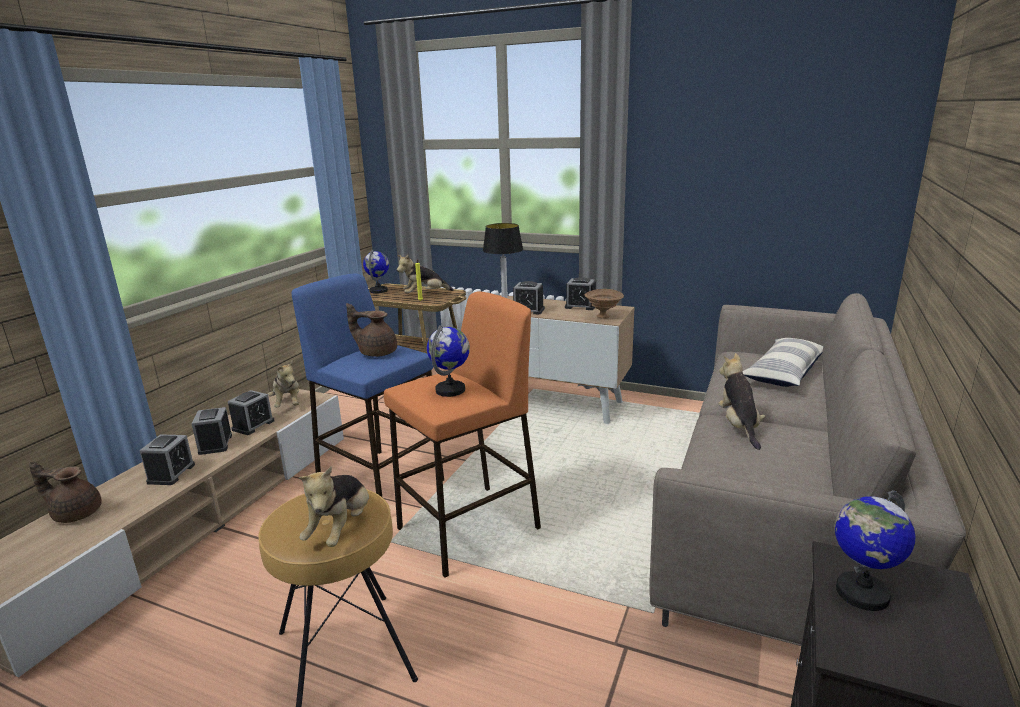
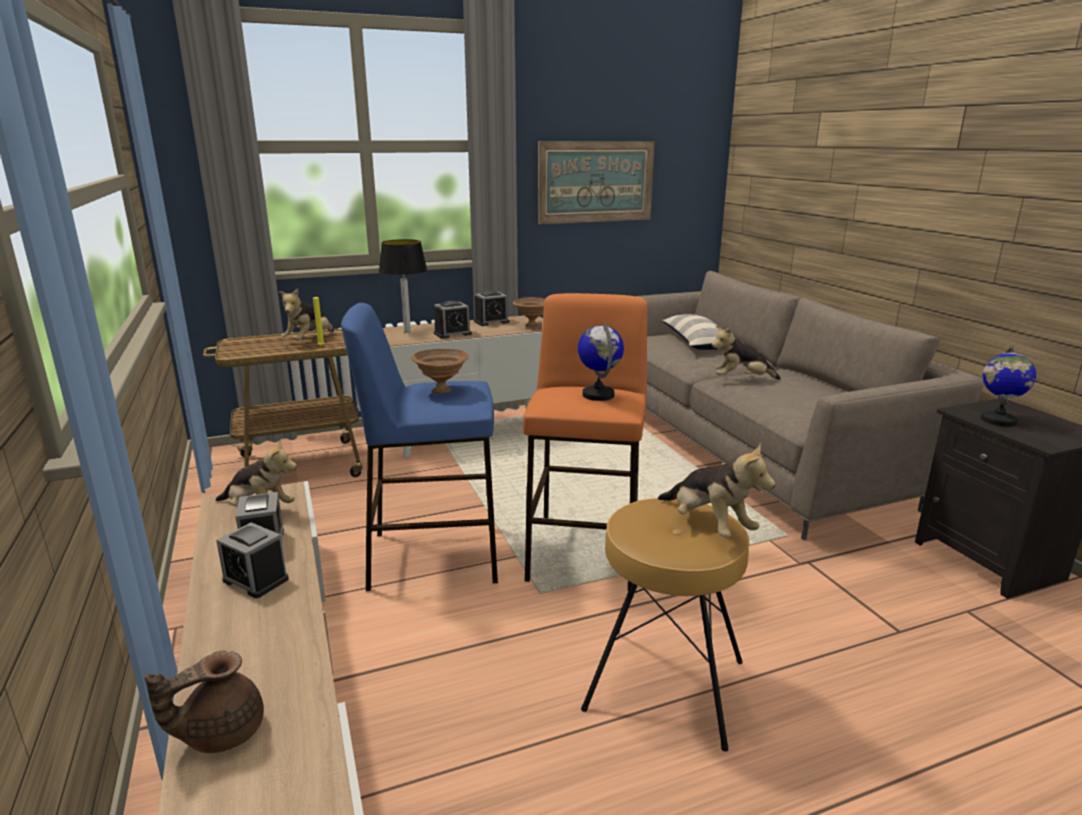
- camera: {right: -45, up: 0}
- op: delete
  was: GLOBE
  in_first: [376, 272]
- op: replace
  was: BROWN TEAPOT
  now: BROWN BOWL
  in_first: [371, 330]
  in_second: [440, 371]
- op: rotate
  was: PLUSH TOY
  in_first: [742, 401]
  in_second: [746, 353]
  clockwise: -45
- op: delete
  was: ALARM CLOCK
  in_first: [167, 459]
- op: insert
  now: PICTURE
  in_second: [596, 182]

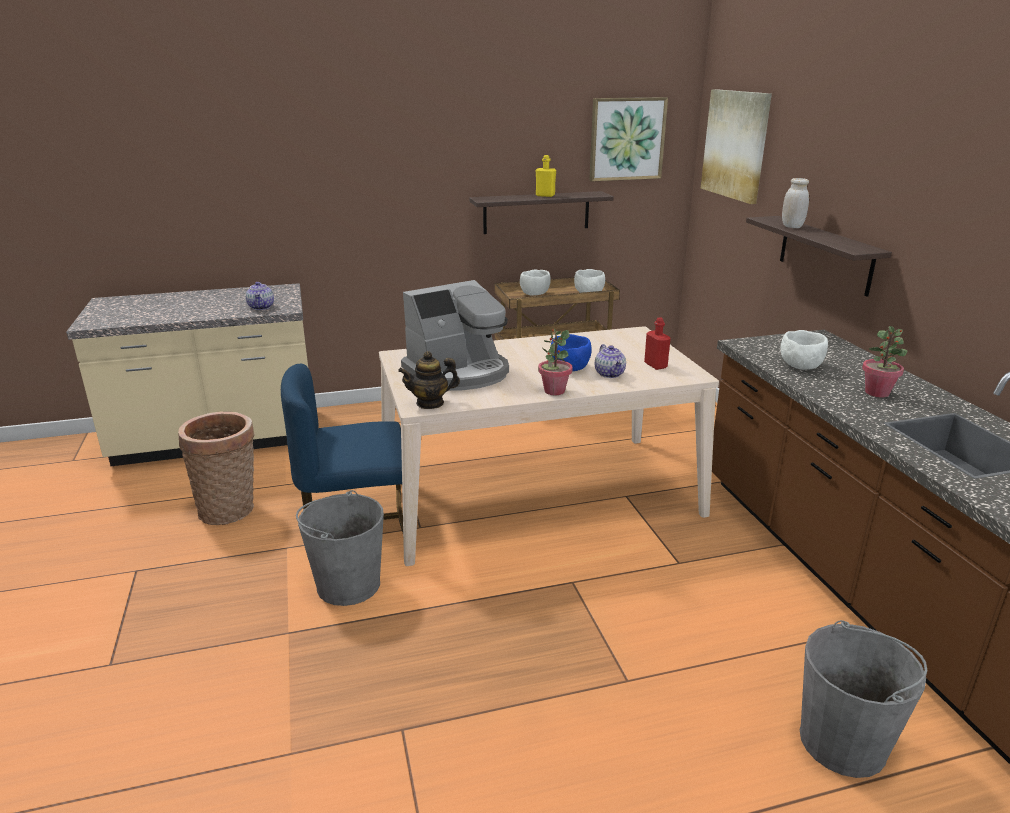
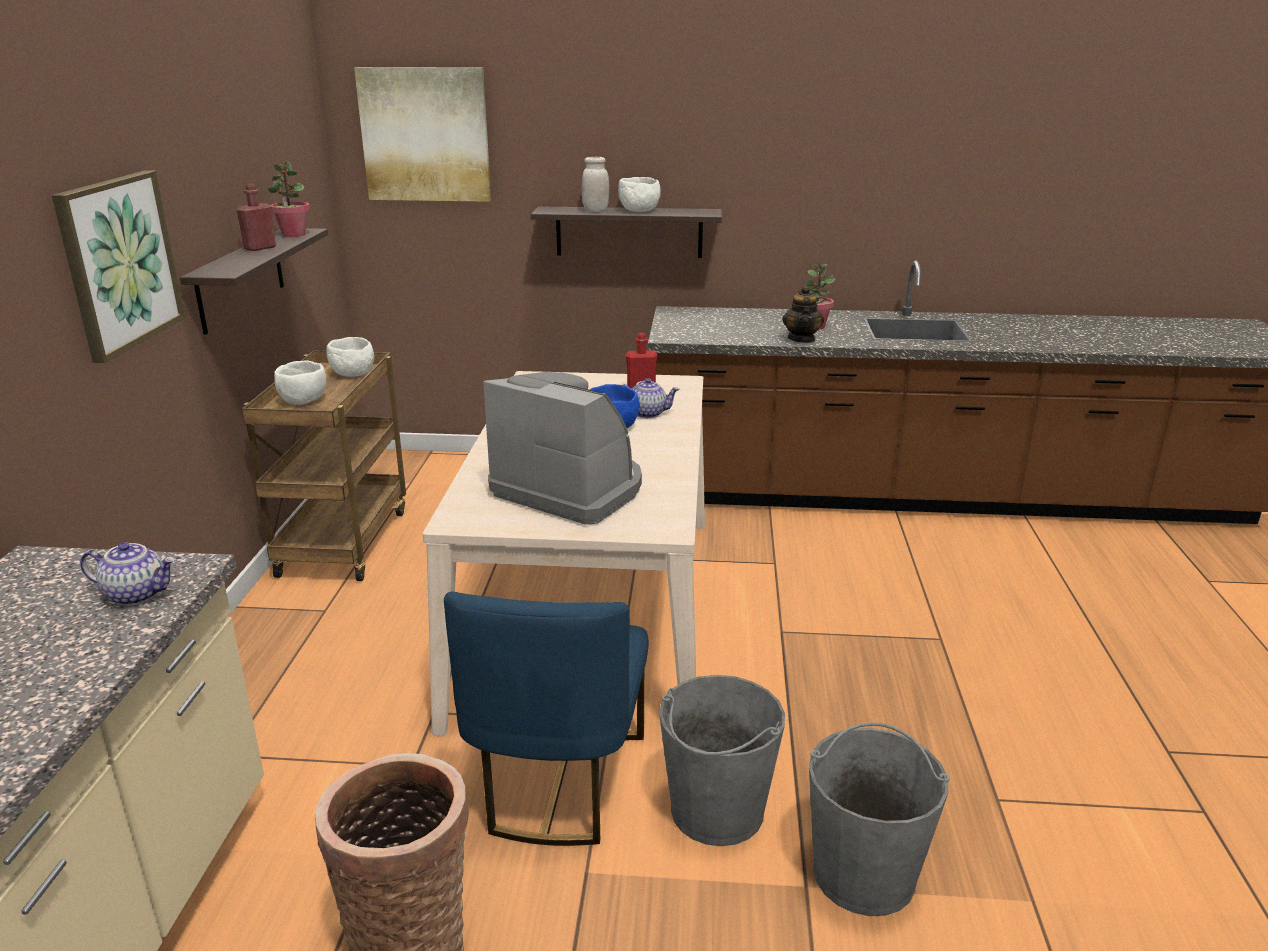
- camera: {right: -70, up: 0}
- op: move
  was: PICTURE
  in_first: [628, 139]
  in_second: [118, 266]
- op: recolor
  was: YELLOW BOTTLE
  now: RED BOTTLE
  in_first: [546, 176]
  in_second: [256, 217]
- op: rotate
  was: COFFEE MACHINE
  in_first: [455, 335]
  in_second: [562, 448]
  clockwise: -45
- op: move
  was: POTTED PLANT
  in_first: [555, 362]
  in_second: [289, 199]
- op: move
  was: WHITE BOWL
  in_first: [804, 350]
  in_second: [639, 194]
- op: move
  was: TEAPOT
  in_first: [429, 380]
  in_second: [803, 314]
- op: move
  was: GREY BUCKET
  in_first: [863, 699]
  in_second: [879, 819]

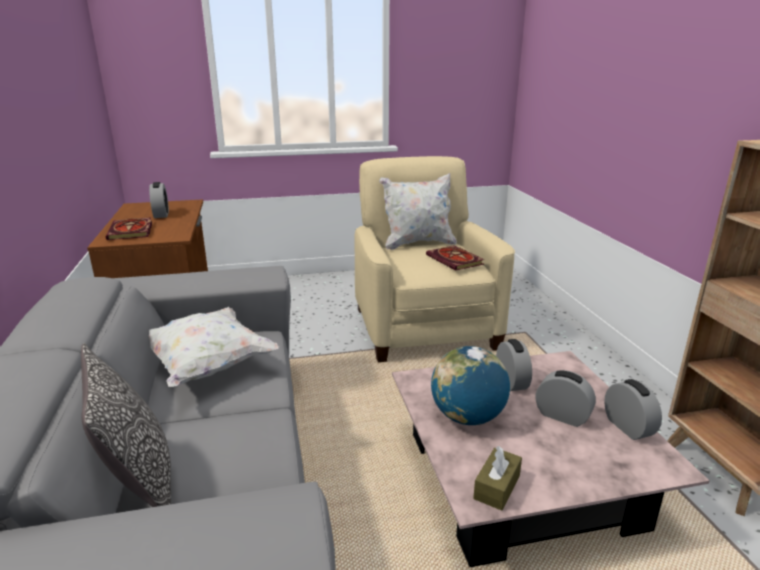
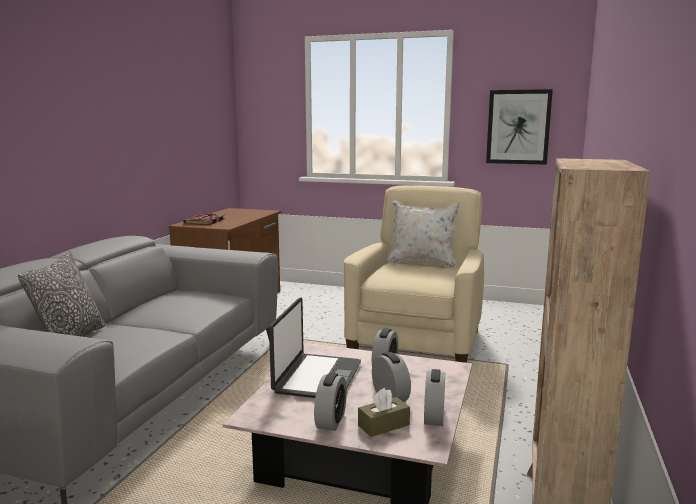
- camera: {right: 30, up: -10}
- op: move
  was: ALARM CLOCK
  in_first: [159, 200]
  in_second: [330, 402]
- op: delete
  was: BOOK
  in_first: [455, 258]
- op: delete
  was: WHITE PILLOW
  in_first: [214, 347]
- op: replace
  was: GLOBE
  now: LAPTOP
  in_first: [470, 385]
  in_second: [315, 348]
- op: move
  was: BROWN TISSUE BOX
  in_first: [497, 478]
  in_second: [384, 412]
- op: insert
  now: PICTURE
  in_second: [519, 127]

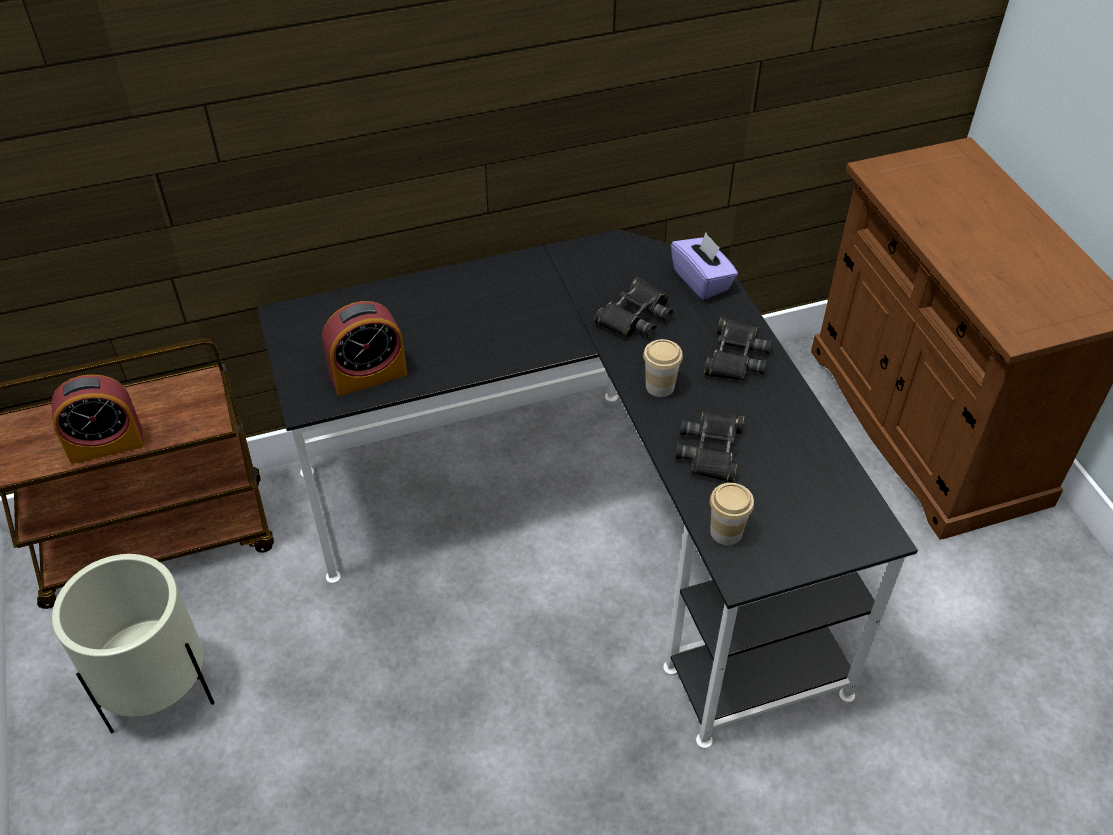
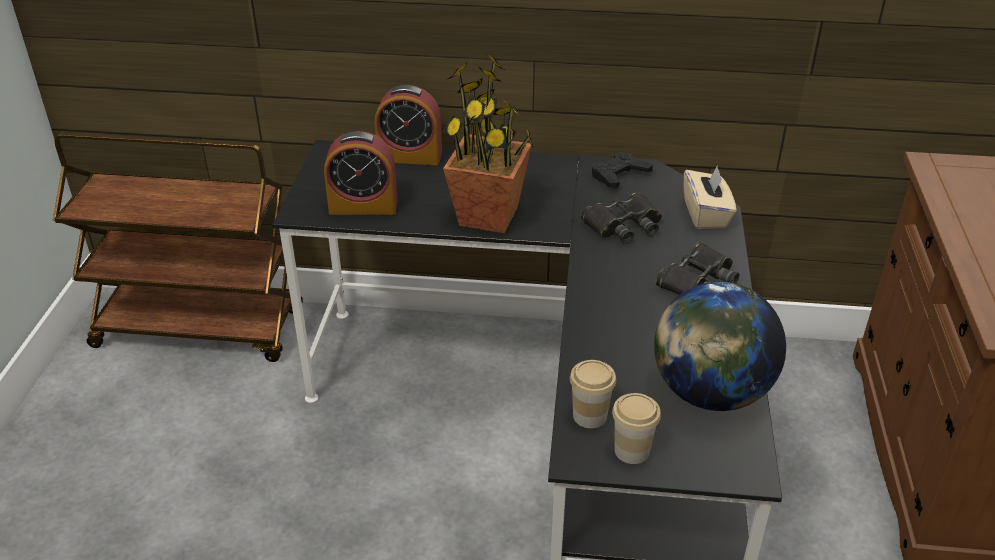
- camera: {right: 25, up: -10}
- op: recolor
  was: PURPLE TISSUE BOX
  now: BEIGE TISSUE BOX
  in_first: [704, 266]
  in_second: [710, 197]
- op: move
  was: CUP
  in_first: [663, 368]
  in_second: [636, 428]
- op: move
  was: ALARM CLOCK
  in_first: [97, 419]
  in_second: [408, 125]
- op: delete
  was: BLACK BINOCULARS
  in_first: [710, 447]
- op: delete
  was: BEIGE PLANTER
  in_first: [133, 643]
- op: insert
  now: POTTED PLANT
  in_second: [488, 142]
- op: insert
  now: BLACK GAME CONTROLLER
  in_second: [622, 170]
- op: insert
  now: GLOBE
  in_second: [720, 346]

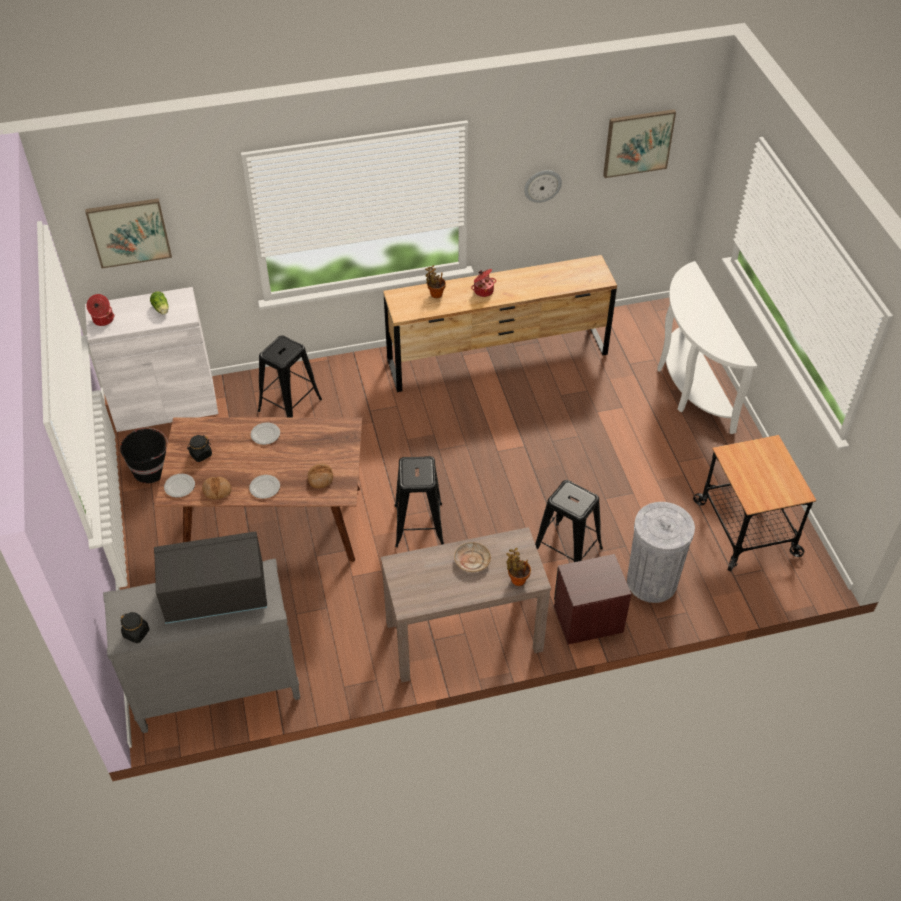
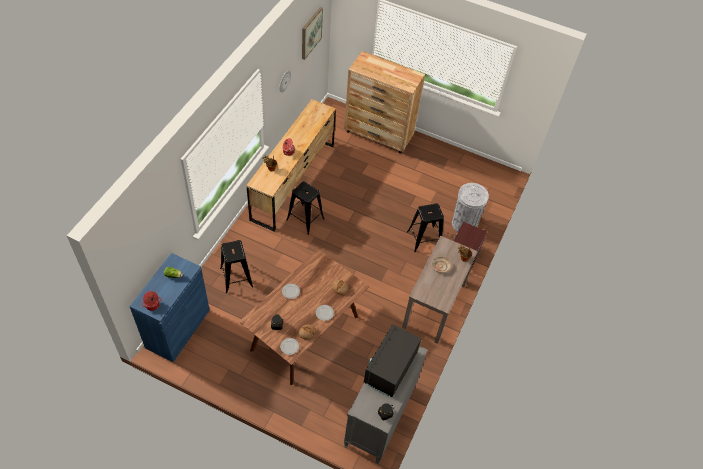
- camera: {right: -55, up: 5}
- op: delete
  was: PICTURE
  in_first: [128, 233]
- op: replace
  was: WHITE CONSOLE TABLE
  now: BROWN DRESSER
  in_first: [707, 347]
  in_second: [384, 102]
- op: recolor
  was: WHITE CABINET
  now: BLUE CABINET
  in_first: [151, 359]
  in_second: [169, 307]
- op: delete
  was: BLACK BUCKET
  in_first: [144, 455]
- op: delete
  was: CART
  in_first: [754, 503]
- op: move
  was: BLACK STOOL
  in_first: [419, 501]
  in_second: [305, 208]

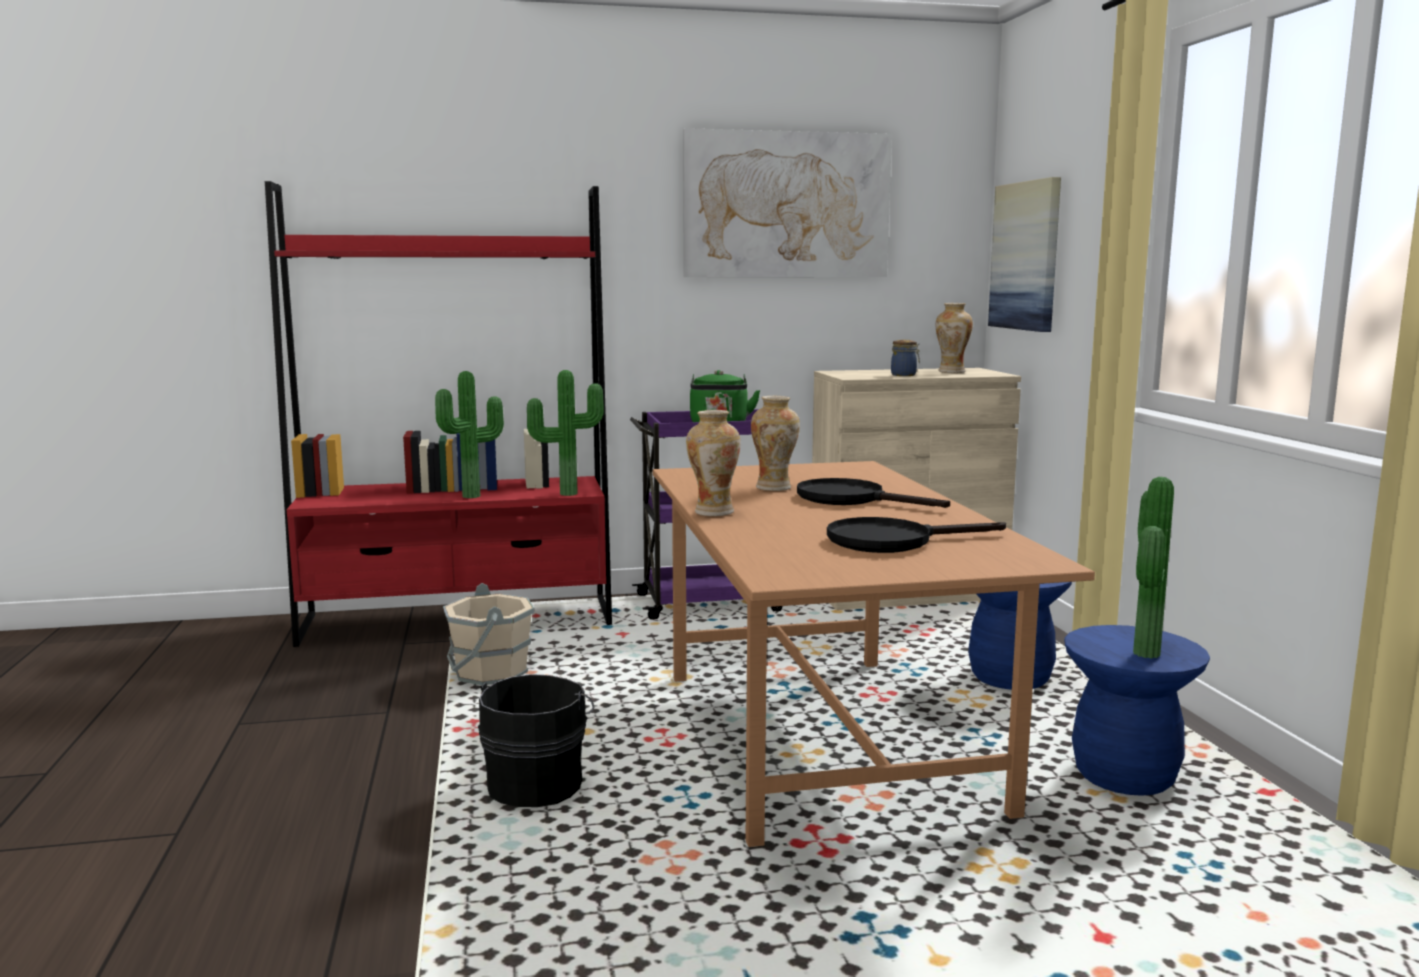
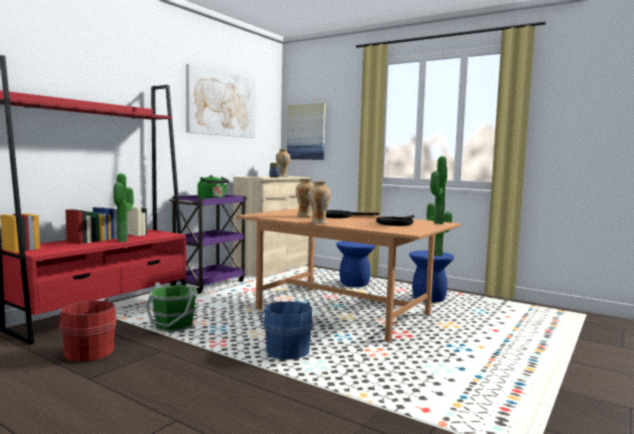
- camera: {right: -45, up: -5}
- op: move
  was: POTTED PLANT
  in_first: [565, 433]
  in_second: [438, 190]
- op: recolor
  was: BEIGE BUCKET
  now: GREEN BUCKET
  in_first: [488, 634]
  in_second: [171, 307]
- op: recolor
  was: BLACK BUCKET
  now: BLUE BUCKET
  in_first: [536, 740]
  in_second: [286, 330]
- op: insert
  now: RED BUCKET
  in_second: [86, 330]

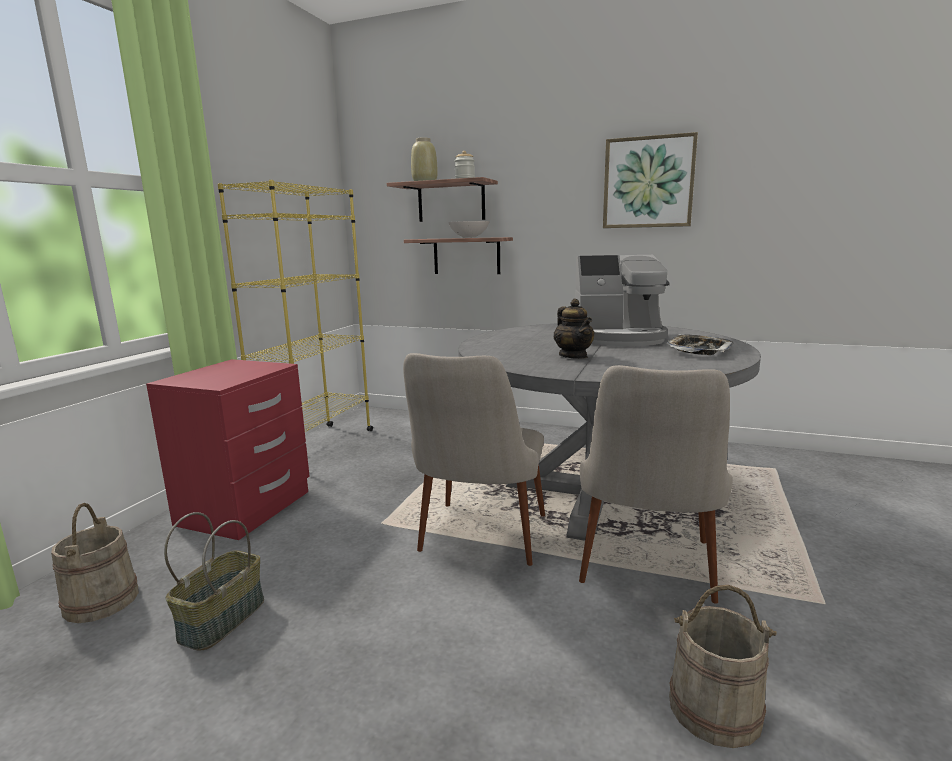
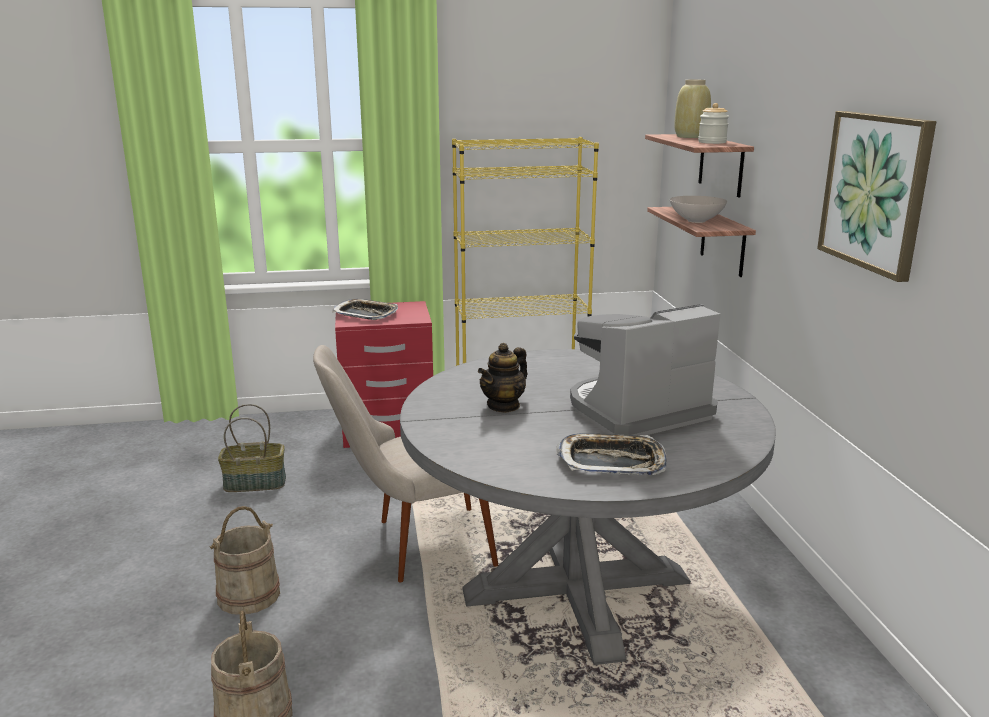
- camera: {right: 60, up: 5}
- op: rotate
  was: COFFEE MACHINE
  in_first: [622, 300]
  in_second: [645, 370]
  clockwise: 90
- op: delete
  was: BEIGE CHAIR
  in_first: [656, 484]
- op: move
  was: BEIGE BUCKET
  in_first: [95, 563]
  in_second: [244, 560]
- op: insert
  now: TRAY
  in_second: [365, 309]

